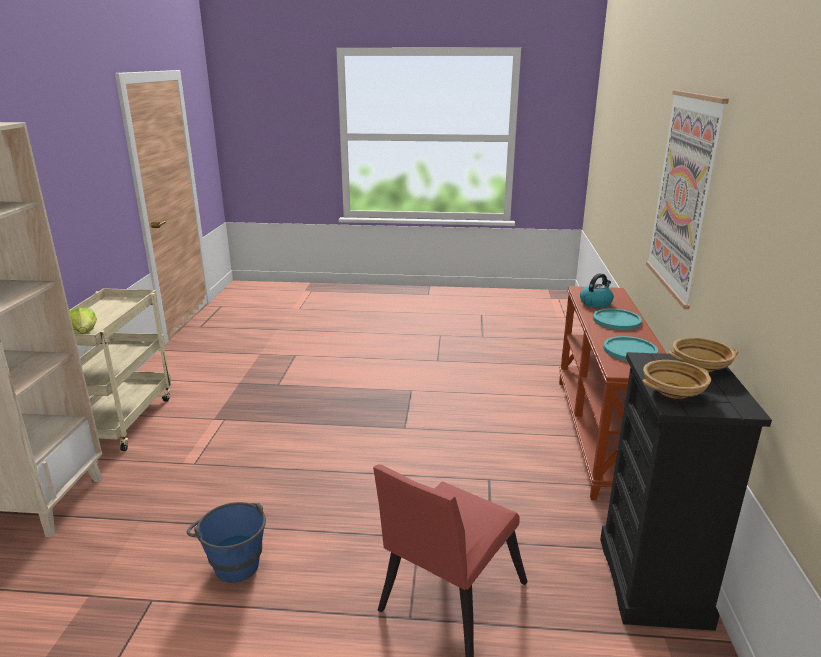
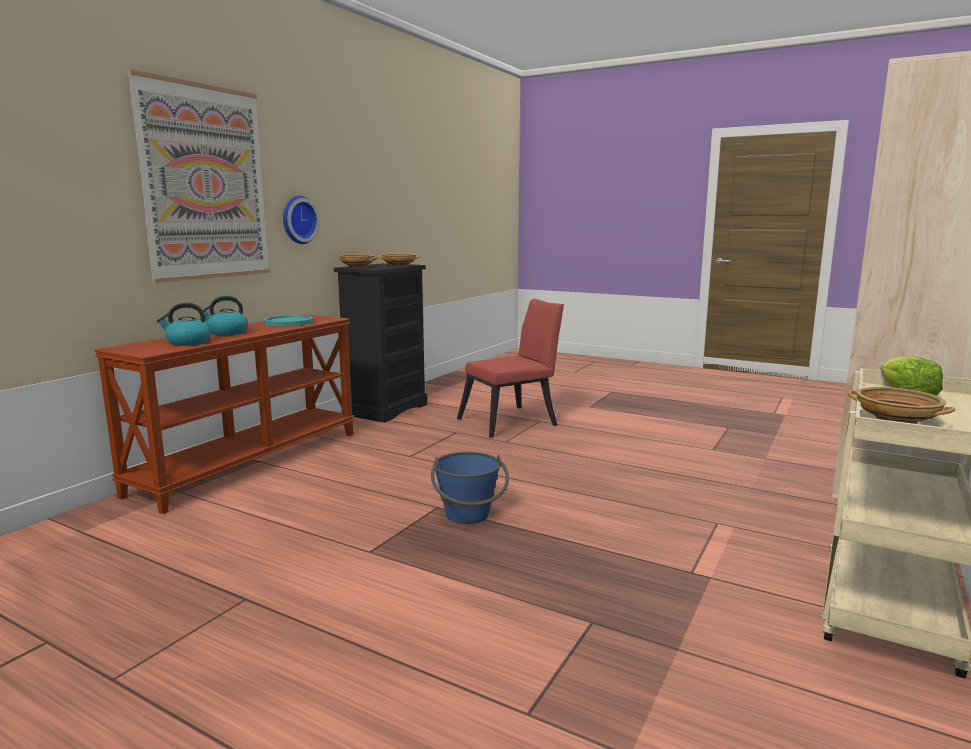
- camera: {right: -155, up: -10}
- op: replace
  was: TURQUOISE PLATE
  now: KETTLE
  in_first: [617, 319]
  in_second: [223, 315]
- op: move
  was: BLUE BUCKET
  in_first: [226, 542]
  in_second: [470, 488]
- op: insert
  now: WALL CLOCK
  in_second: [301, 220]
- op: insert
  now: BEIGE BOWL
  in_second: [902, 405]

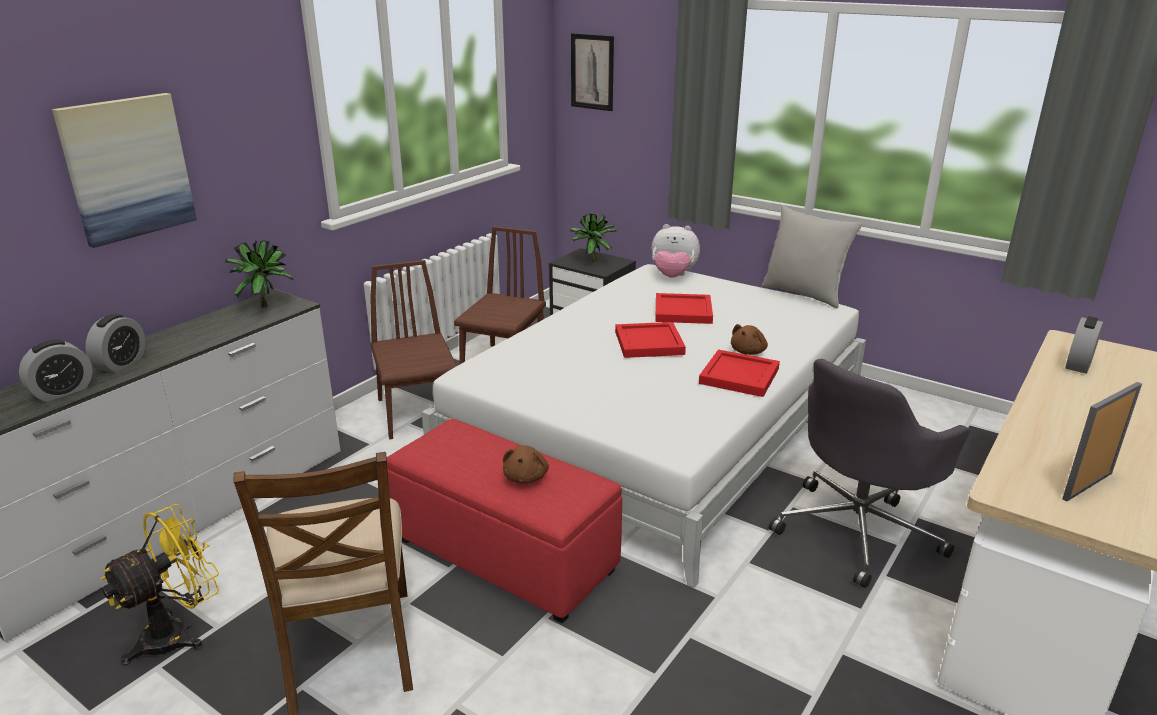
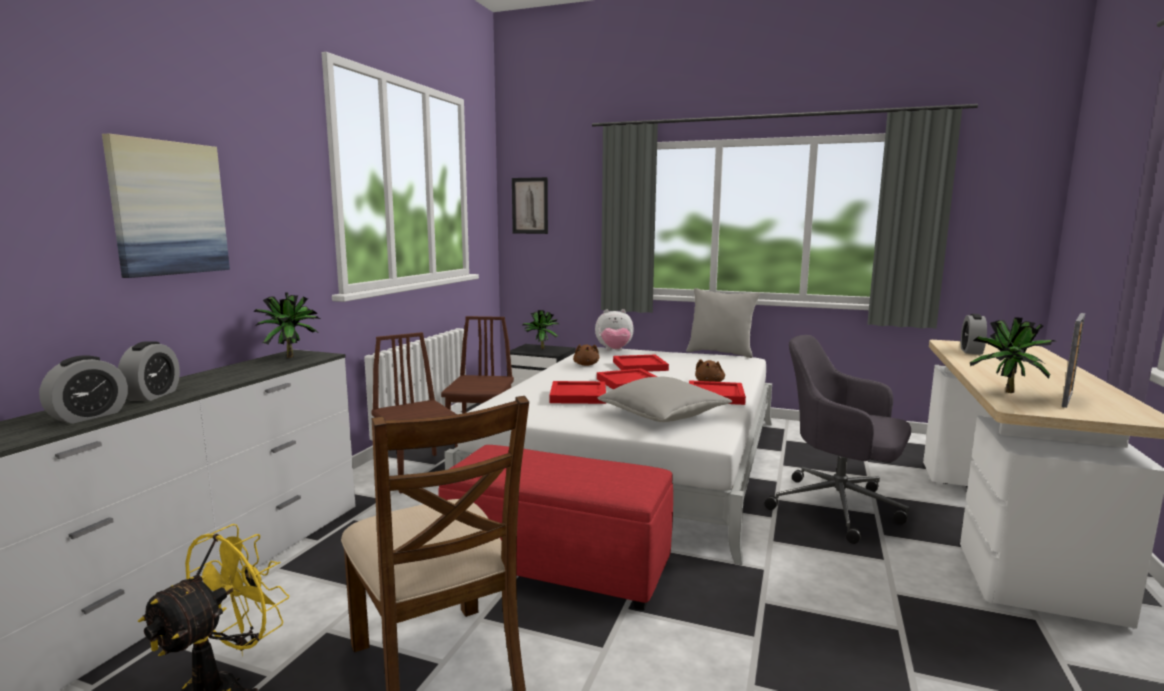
- camera: {right: -15, up: -15}
- op: rotate
  was: GREY OFFICE CHAIR
  in_first: [869, 473]
  in_second: [838, 439]
  clockwise: 90
- op: move
  was: BROWN PLUSH TOY
  in_first: [526, 465]
  in_second: [586, 355]
- op: insert
  now: POTTED PLANT
  in_second: [1012, 355]
- op: insert
  now: GREY PILLOW
  in_second: [664, 399]
- op: insert
  now: RED TRAY
  in_second: [577, 392]

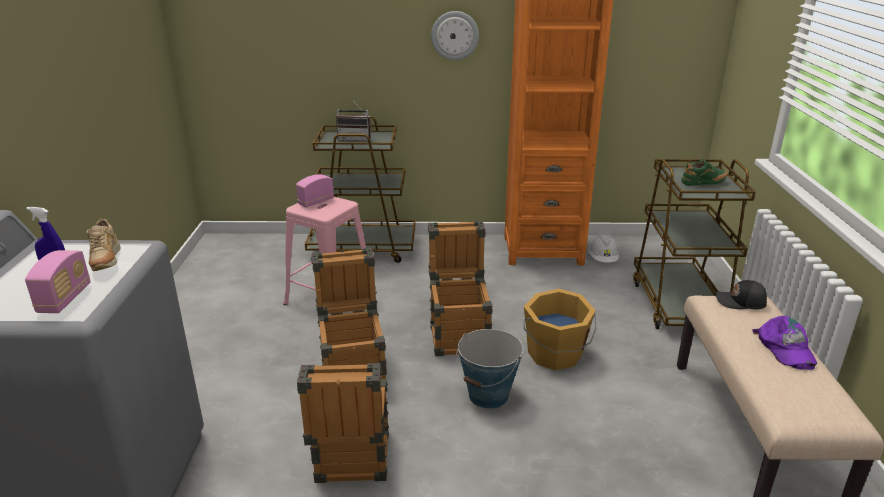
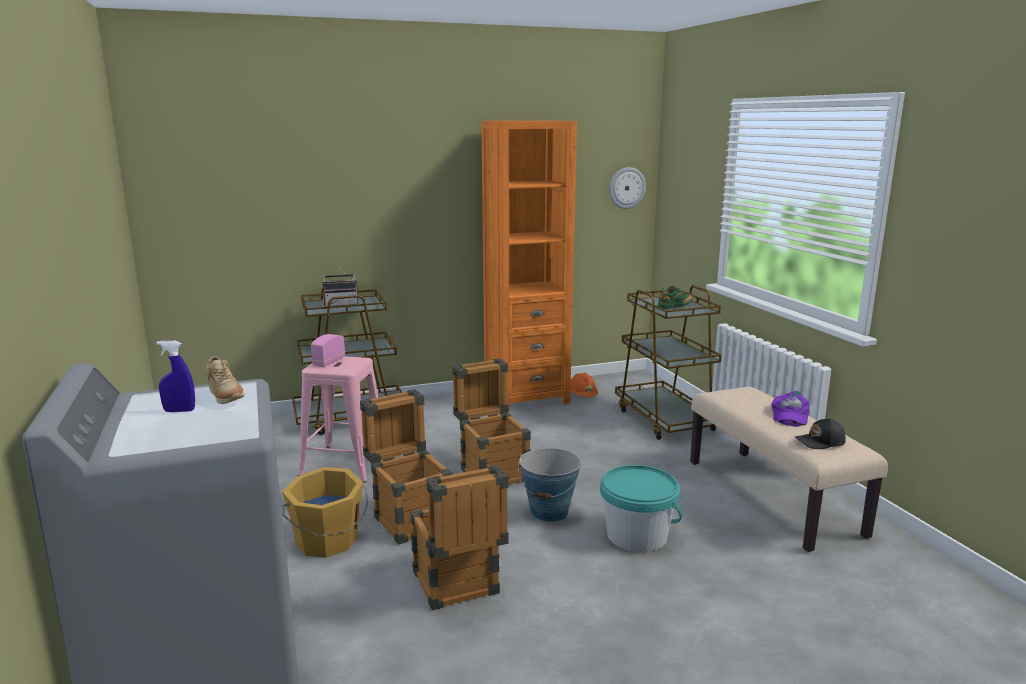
- camera: {right: -20, up: -10}
- op: move
  was: WALL CLOCK
  in_first: [455, 35]
  in_second: [627, 188]
- op: recolor
  was: WHITE HARD HAT
  now: ORANGE HARD HAT
  in_first: [603, 249]
  in_second: [584, 385]
- op: delete
  was: RADIO
  in_first: [58, 281]
- op: move
  was: BLACK CAP
  in_first: [741, 294]
  in_second: [820, 433]
- op: move
  was: ORANGE BUCKET
  in_first: [559, 329]
  in_second: [325, 512]
- op: rotate
  was: PURPLE CAP
  in_first: [784, 343]
  in_second: [790, 409]
  clockwise: 45
- op: insert
  now: TURQUOISE BUCKET
  in_second: [641, 508]

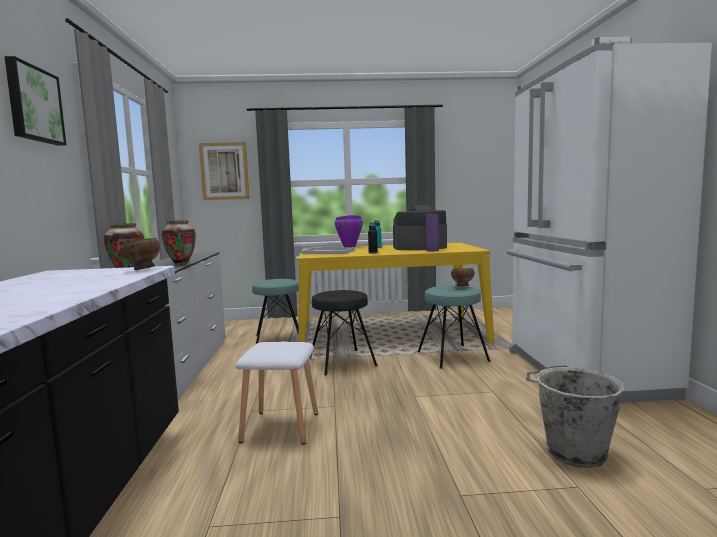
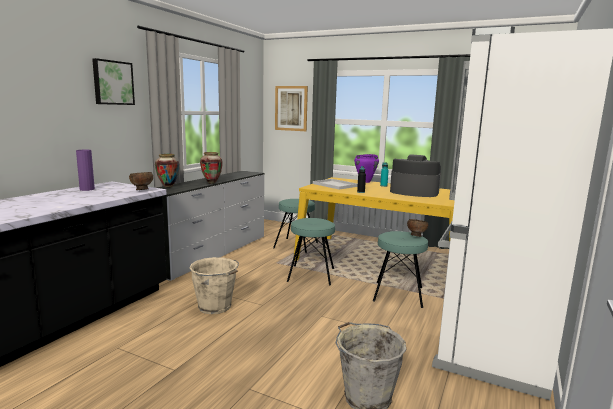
- camera: {right: 30, up: 5}
- op: move
  was: PURPLE VASE
  in_first: [432, 233]
  in_second: [85, 170]
- op: recolor
  was: BLACK STOOL
  now: TURQUOISE STOOL
  in_first: [343, 333]
  in_second: [311, 251]
- op: replace
  was: WHITE STOOL
  now: BEIGE BUCKET
  in_first: [276, 393]
  in_second: [214, 285]

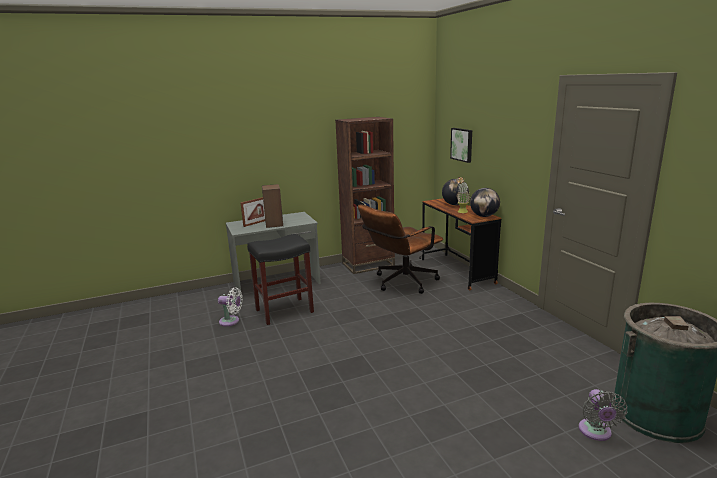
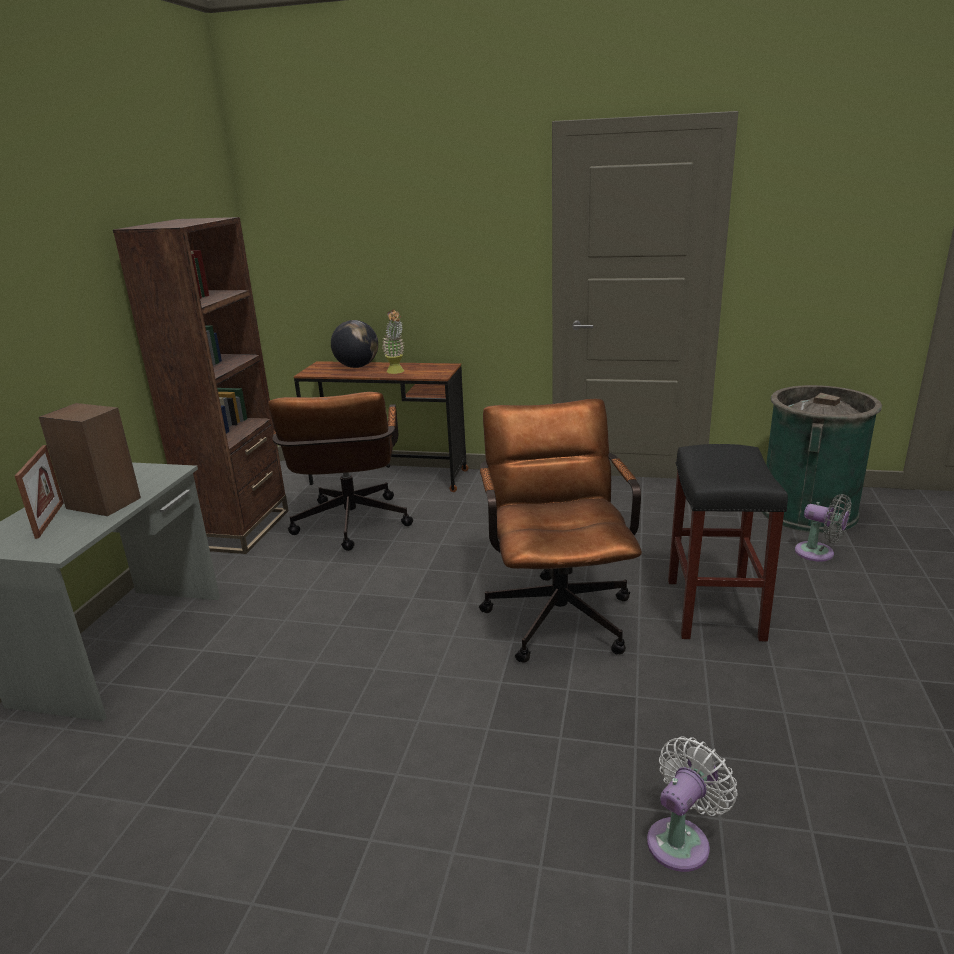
- camera: {right: -55, up: 5}
- op: delete
  was: PICTURE
  in_first: [461, 145]
- op: delete
  was: GLOBE
  in_first: [485, 202]
- op: move
  was: BLACK STOOL
  in_first: [280, 279]
  in_second: [728, 543]
- op: move
  was: WHITE FAN
  in_first: [230, 306]
  in_second: [692, 804]
- op: insert
  now: BROWN OFFICE CHAIR
  in_second: [560, 531]

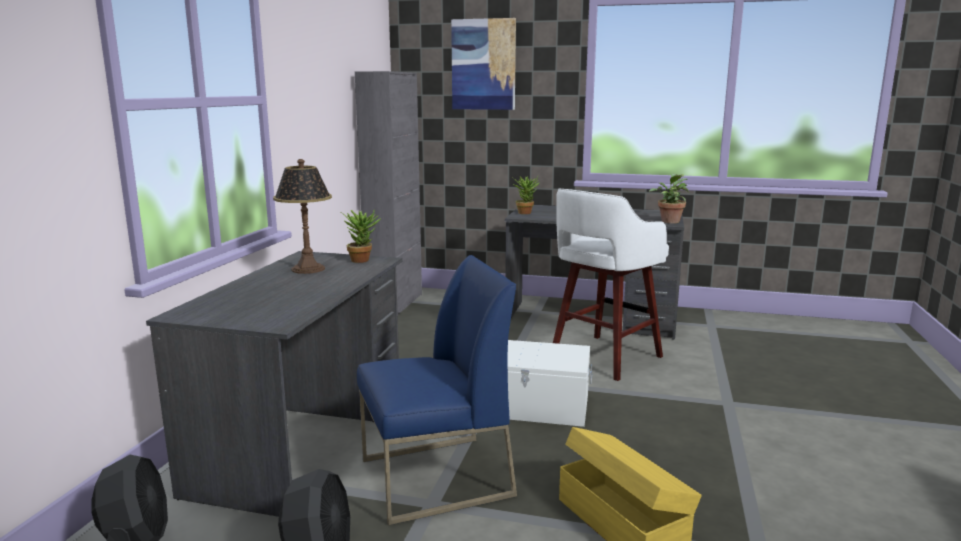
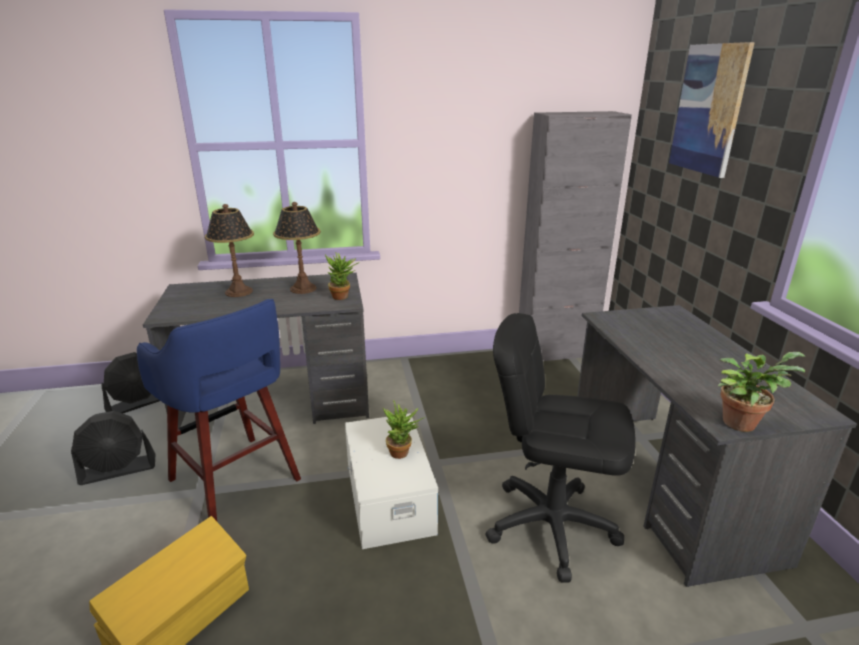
- camera: {right: 65, up: 10}
- op: move
  was: POTTED PLANT
  in_first: [526, 195]
  in_second: [404, 429]
- op: replace
  was: WHITE STOOL
  now: BLACK OFFICE CHAIR
  in_first: [611, 285]
  in_second: [560, 447]
- op: replace
  was: BLUE CHAIR
  now: BLUE STOOL
  in_first: [437, 390]
  in_second: [219, 410]
- op: insert
  now: TABLE LAMP
  in_second: [229, 250]

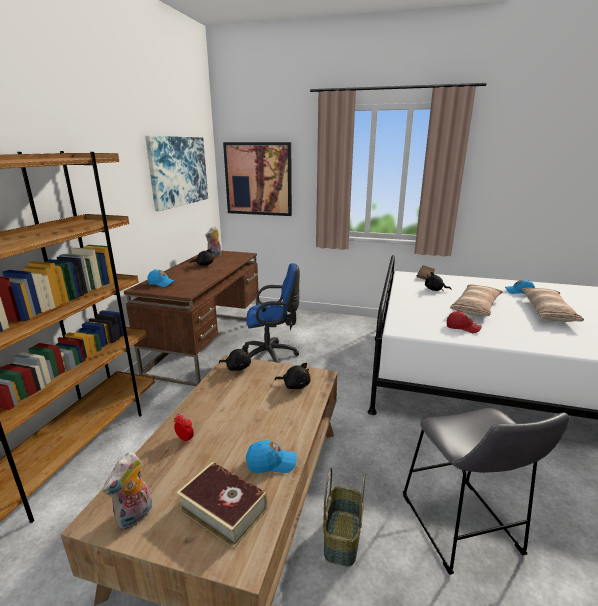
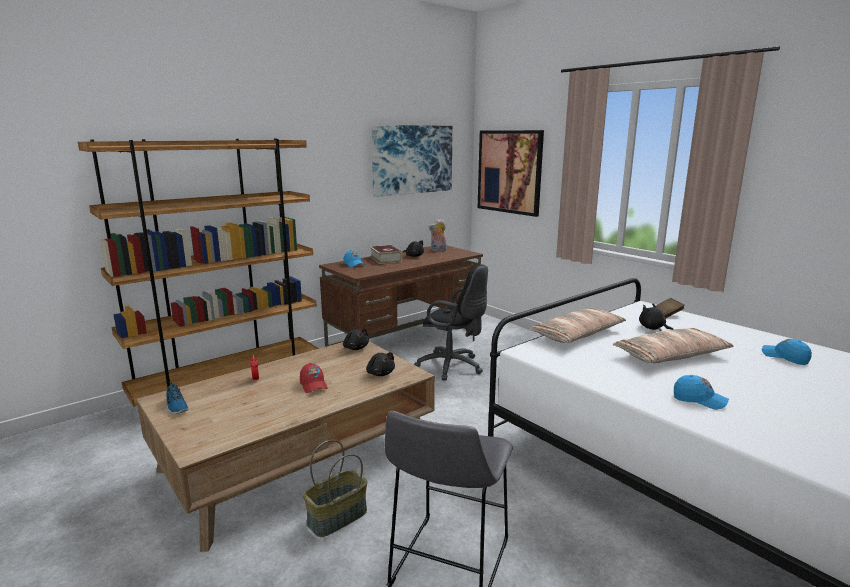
- camera: {right: 35, up: -5}
- op: recolor
  was: BLUE OFFICE CHAIR
  now: BLACK OFFICE CHAIR
  in_first: [271, 313]
  in_second: [451, 323]
- op: move
  was: PILLOW
  in_first: [553, 305]
  in_second: [578, 325]
- op: move
  was: RED CAP
  in_first: [464, 322]
  in_second: [314, 378]
- op: move
  was: BLUE CAP
  in_first: [271, 456]
  in_second: [701, 392]
- op: replace
  was: PLUSH TOY
  now: SHOE
  in_first: [127, 491]
  in_second: [177, 397]
- op: move
  was: BOOK
  in_first: [222, 505]
  in_second: [386, 254]

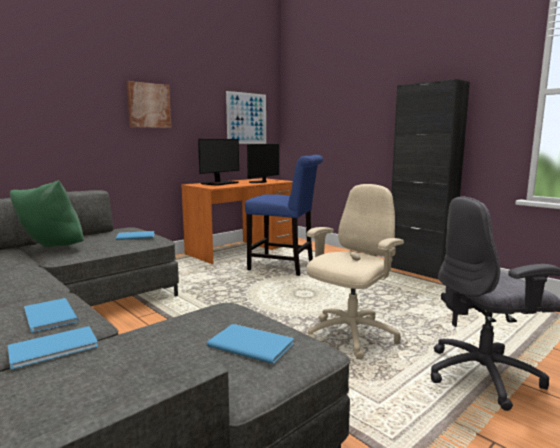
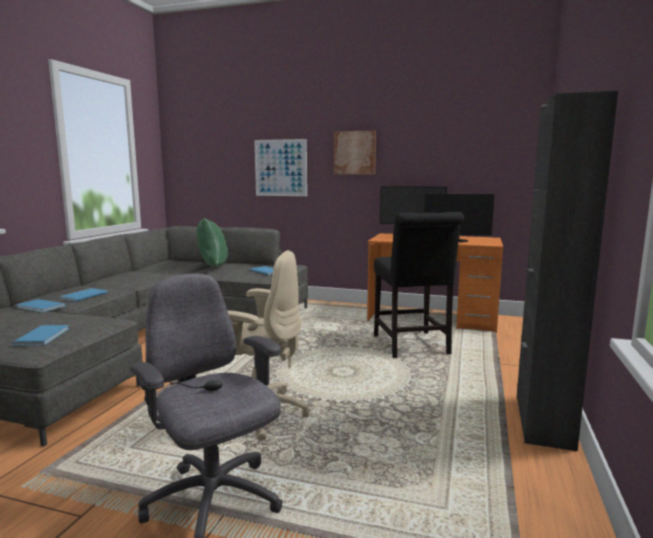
- camera: {right: 60, up: 0}
- op: move
  was: PICTURE
  in_first: [246, 117]
  in_second: [280, 167]
- op: recolor
  was: BLUE CHAIR
  now: BLACK CHAIR
  in_first: [284, 215]
  in_second: [419, 285]

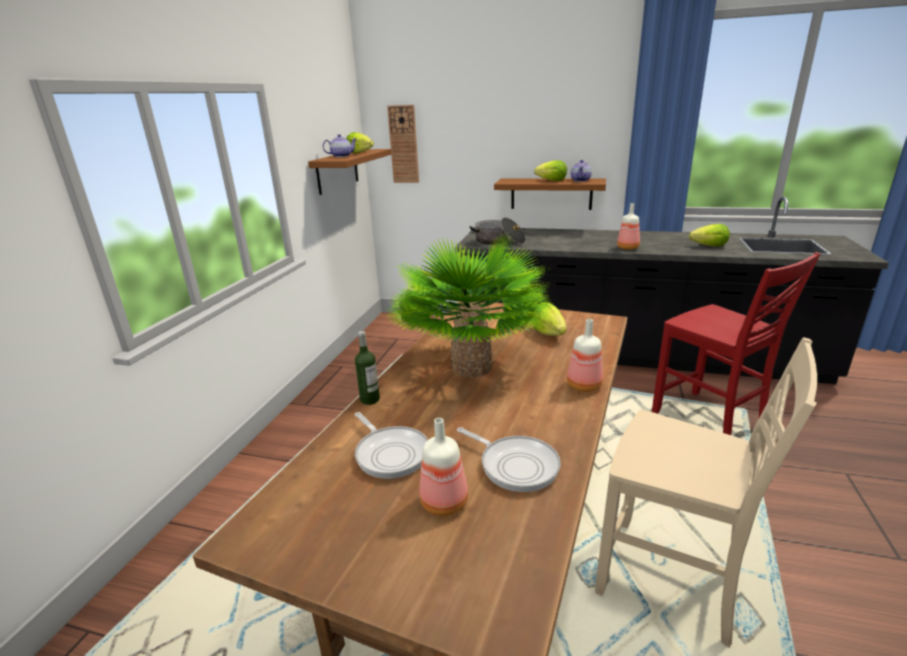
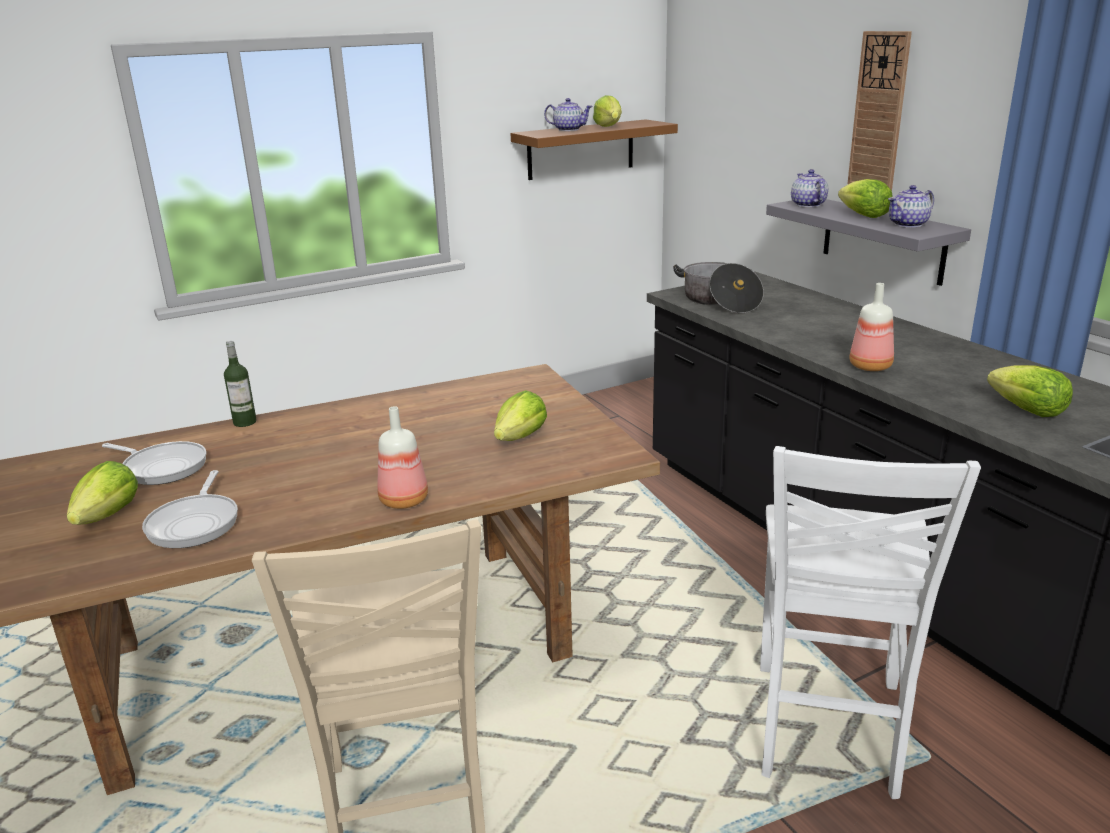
- camera: {right: 45, up: 0}
- op: move
  was: WALL CLOCK
  in_first: [403, 144]
  in_second: [880, 111]
- op: recolor
  was: BROWN SHELF
  now: GREY SHELF
  in_first: [550, 194]
  in_second: [868, 242]
- op: delete
  was: POTTED PLANT
  in_first: [470, 305]
- op: recolor
  was: RED CHAIR
  now: WHITE CHAIR
  in_first: [736, 343]
  in_second: [870, 622]
- op: rotate
  was: FRYING PAN
  in_first: [391, 445]
  in_second: [154, 463]
  clockwise: -75
- op: replace
  was: BOTTLE
  now: LETTUCE
  in_first: [443, 467]
  in_second: [102, 493]
- op: insert
  now: TEAPOT
  in_second: [809, 188]

